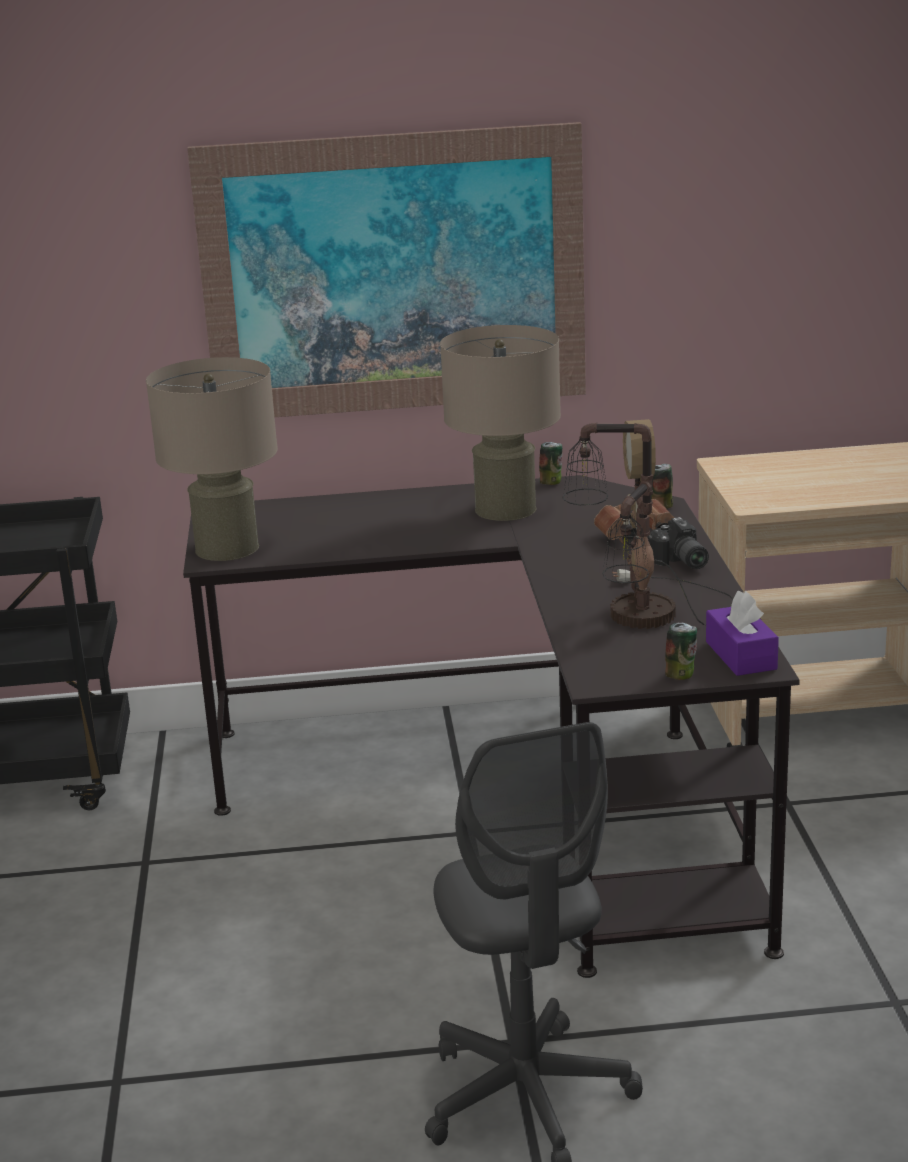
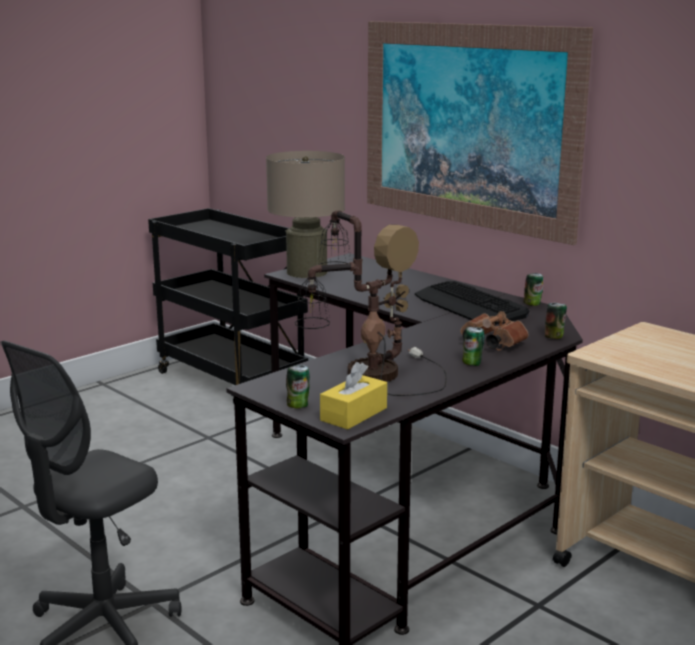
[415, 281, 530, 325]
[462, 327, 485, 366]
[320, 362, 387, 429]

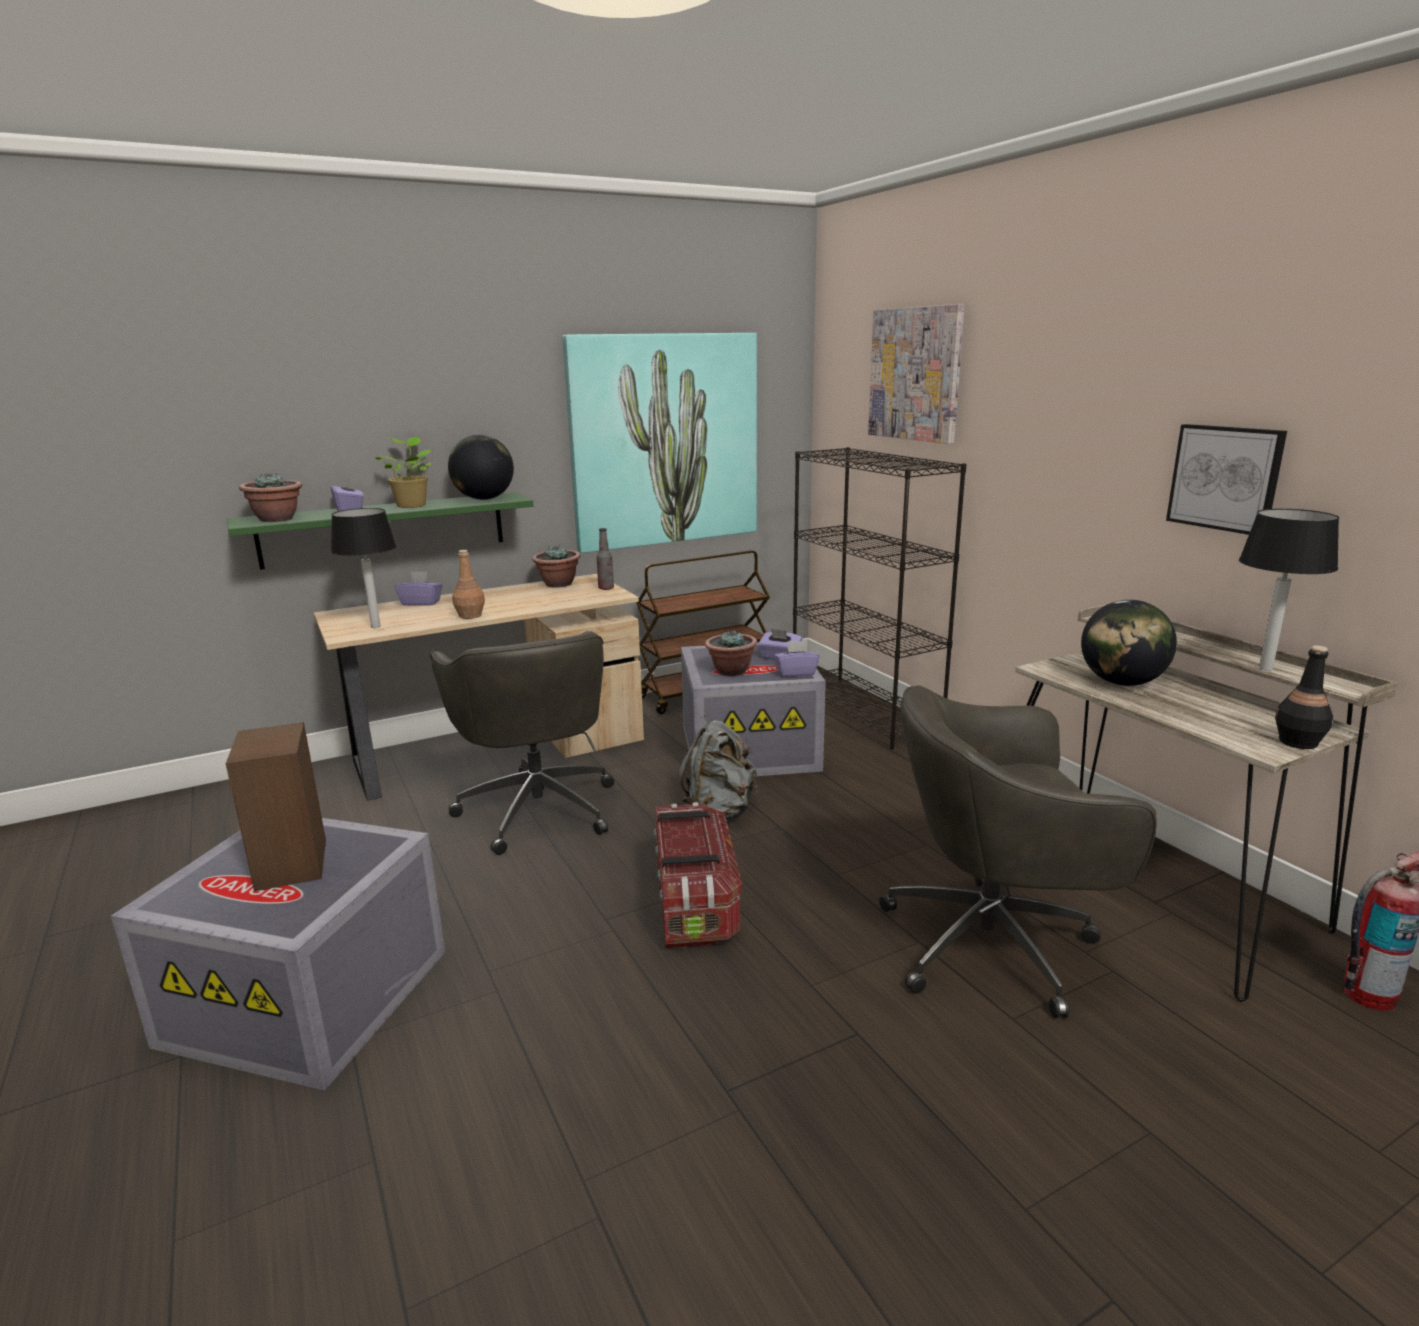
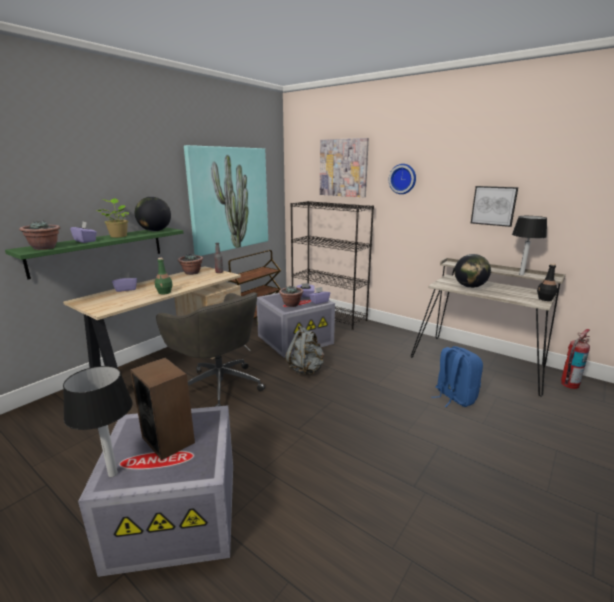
[63, 366, 133, 477]
[155, 258, 173, 294]
[654, 802, 742, 949] (first image)
[431, 346, 483, 407]
[389, 164, 416, 194]

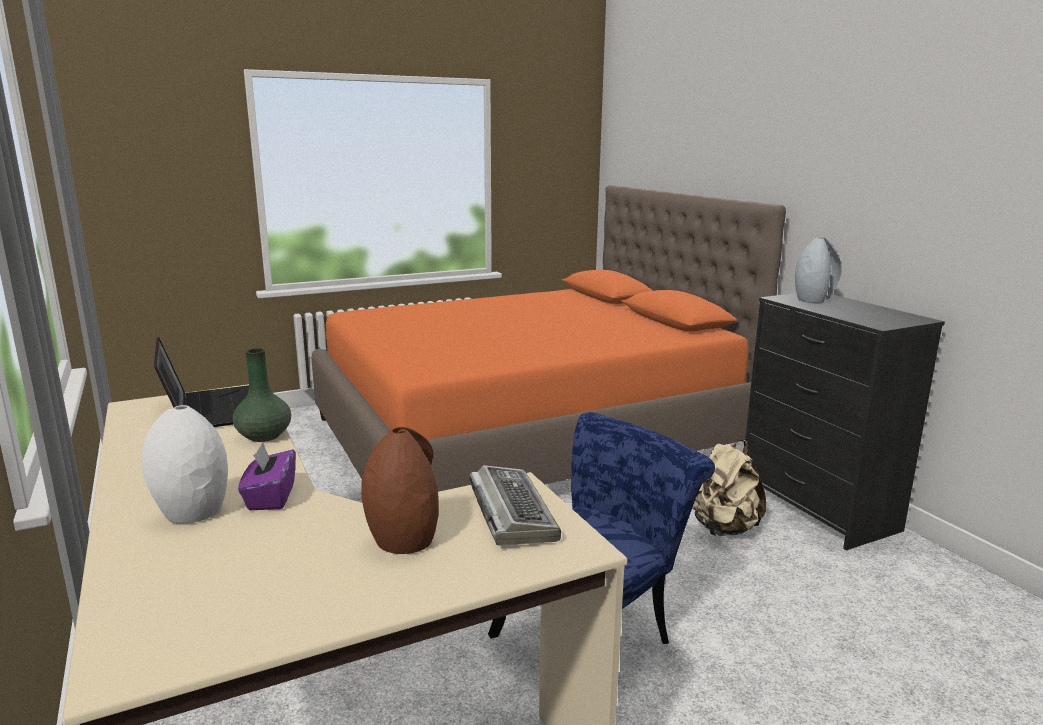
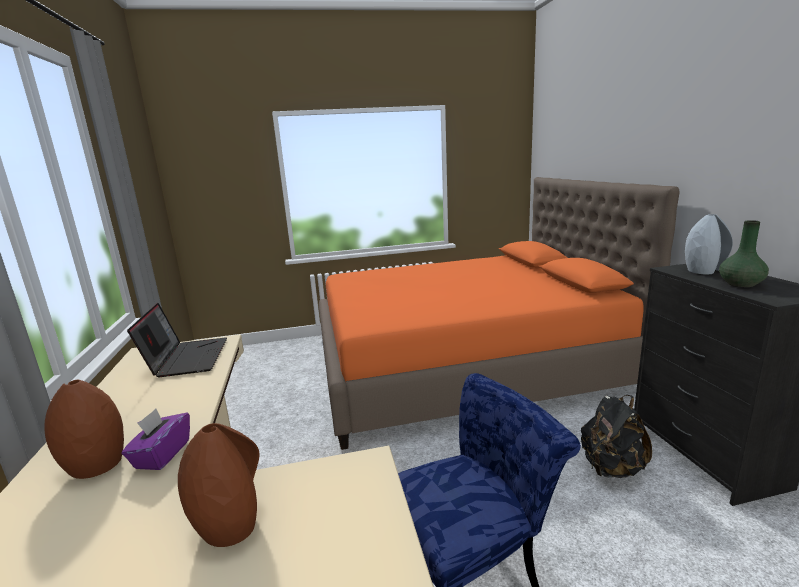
[44, 380, 124, 479]
[719, 220, 769, 287]
[469, 465, 561, 546] (first image)
[581, 395, 652, 478]

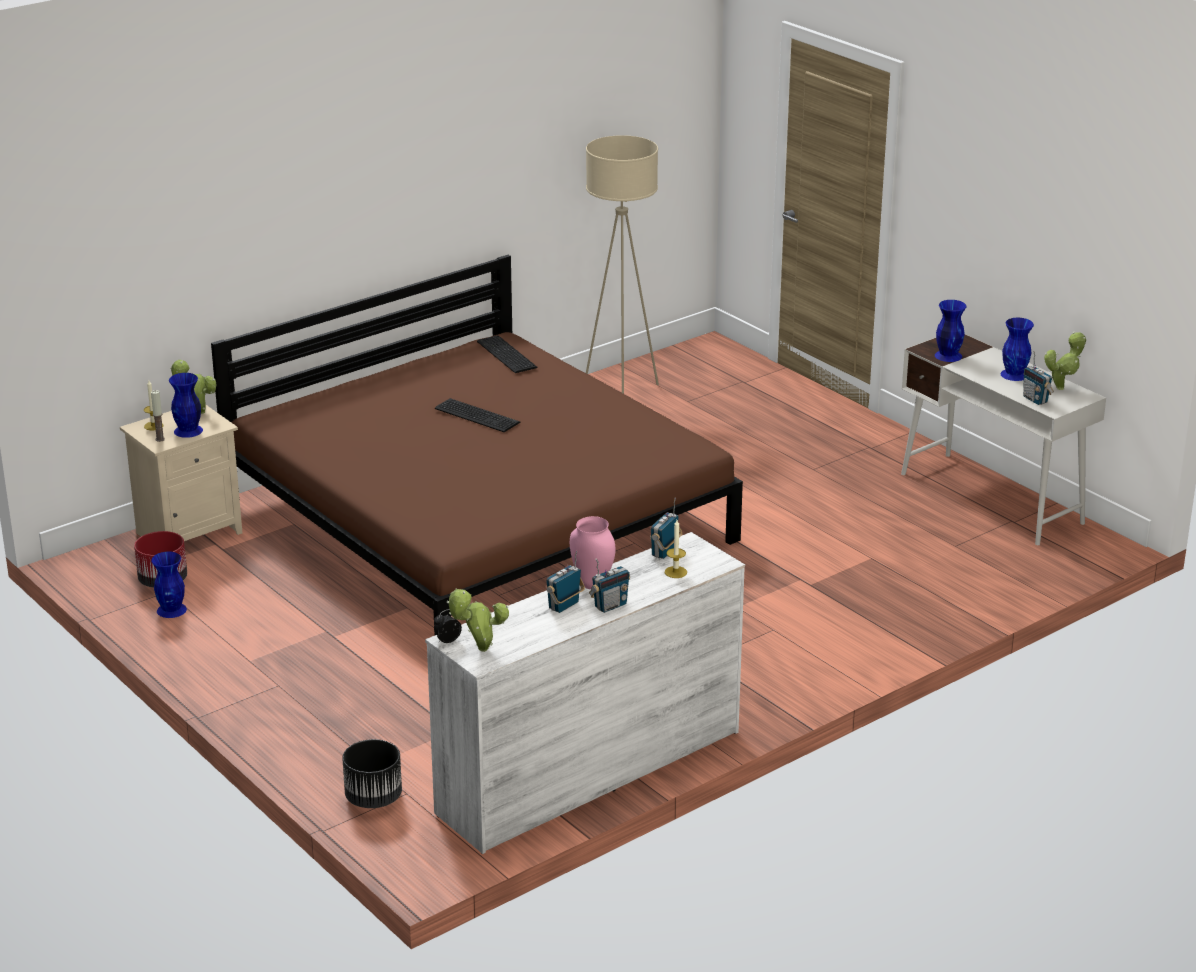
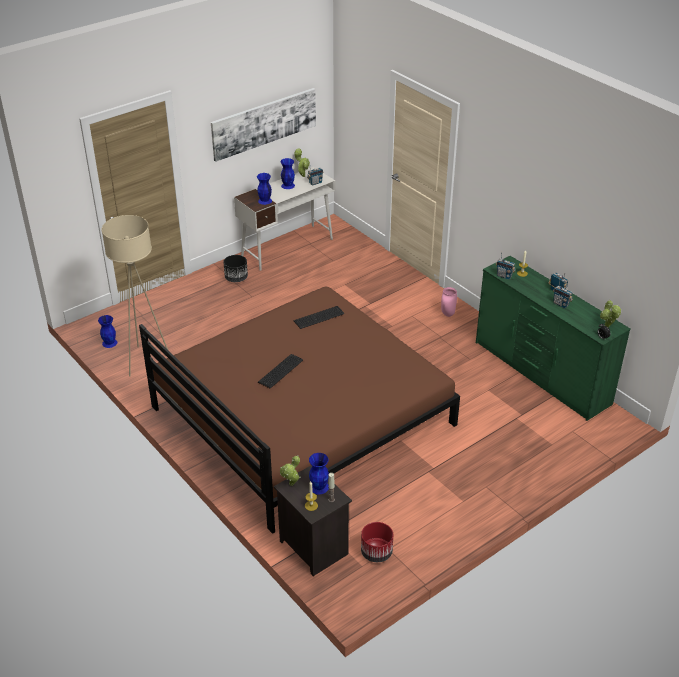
[274, 465, 352, 576]
[98, 315, 117, 348]
[223, 255, 248, 282]
[476, 256, 630, 421]
[294, 306, 344, 329]
[441, 287, 457, 317]
[211, 88, 316, 162]

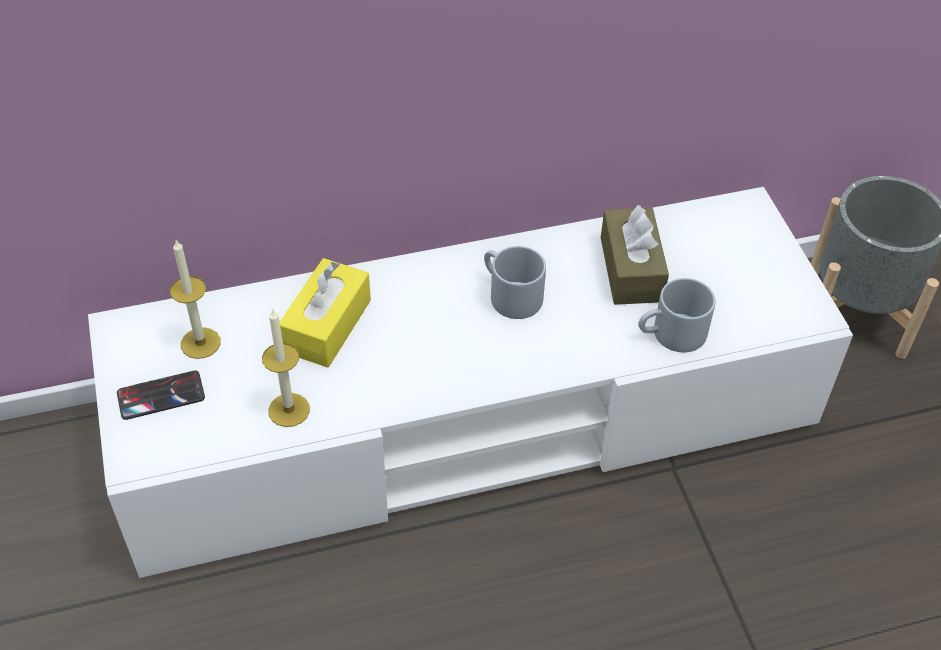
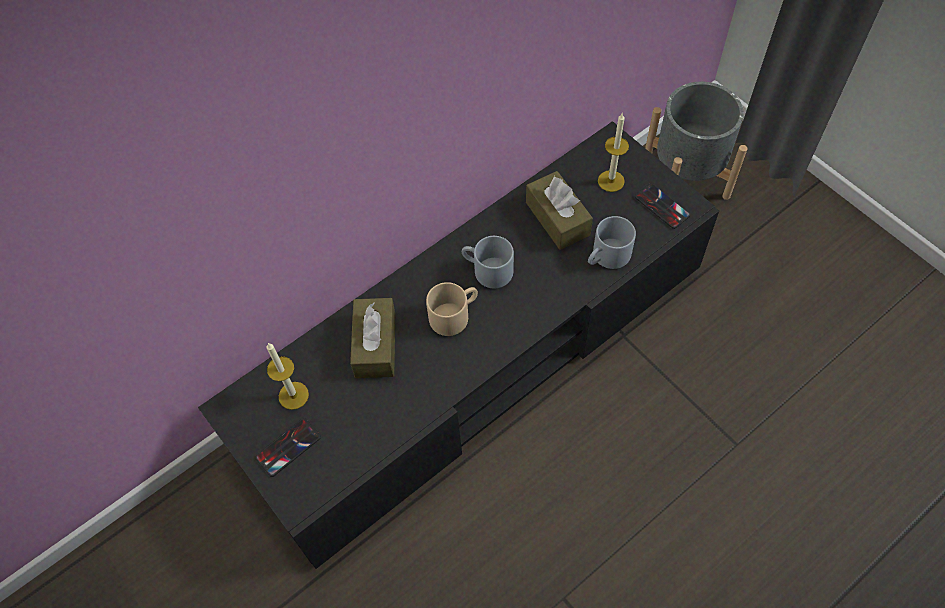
[198, 121, 719, 569]
[598, 114, 629, 192]
[350, 298, 395, 378]
[426, 282, 478, 336]
[635, 183, 691, 229]

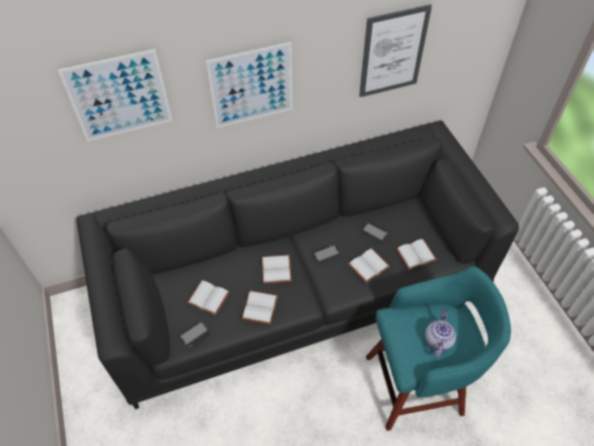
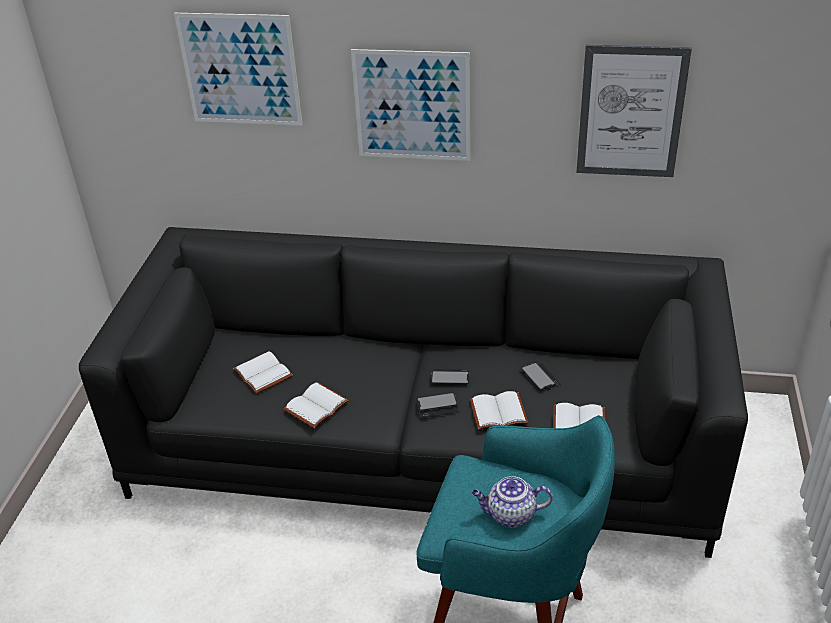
[416, 392, 459, 418]
[262, 255, 292, 284] (first image)
[472, 476, 553, 528]

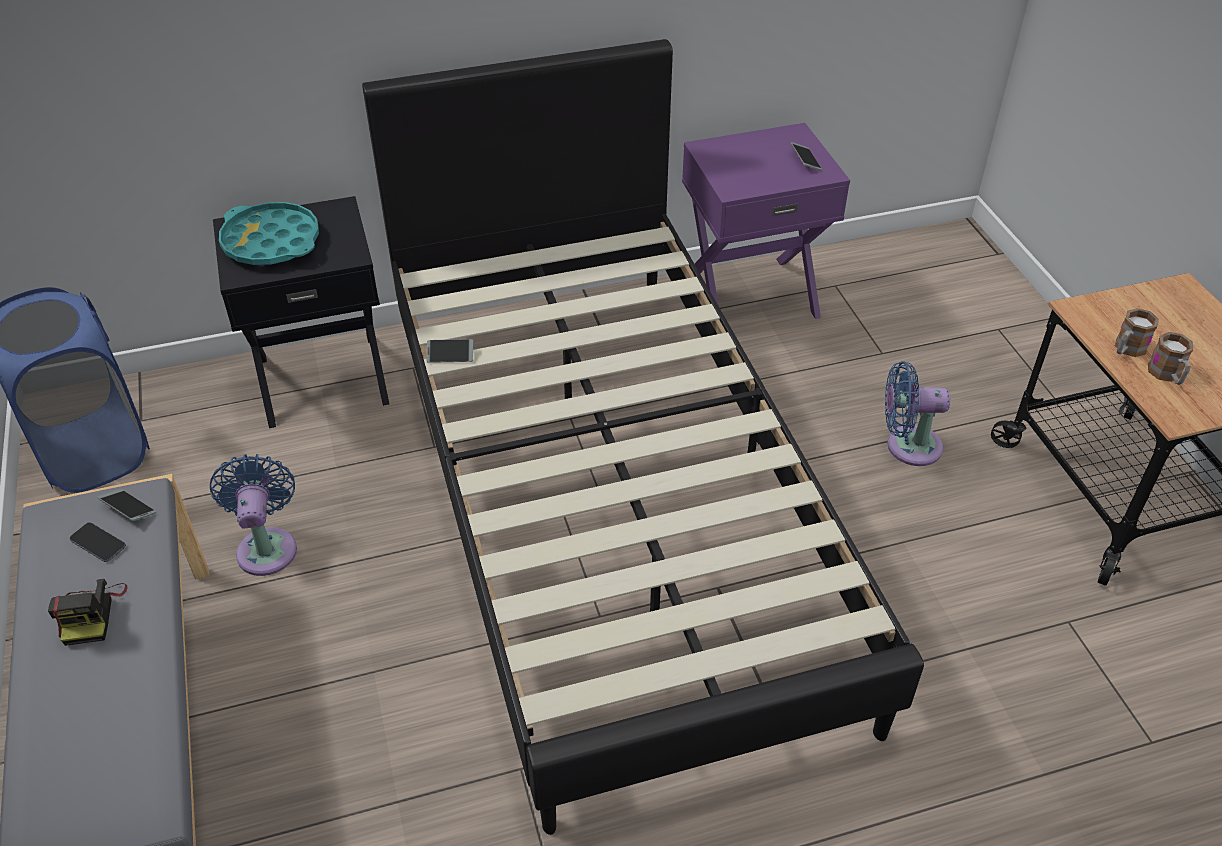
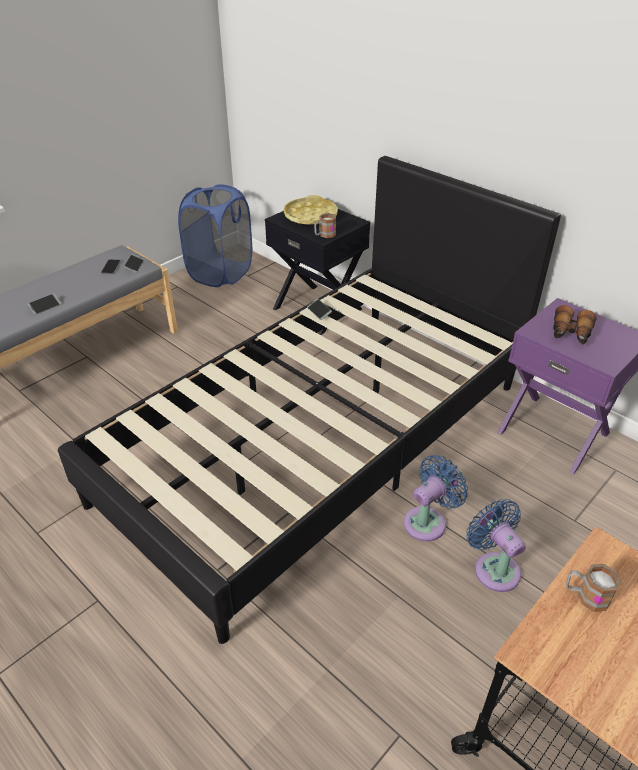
[48, 579, 128, 646] (first image)
[404, 455, 468, 541]
[284, 195, 338, 225]
[27, 293, 62, 315]
[314, 213, 336, 238]
[553, 305, 597, 344]

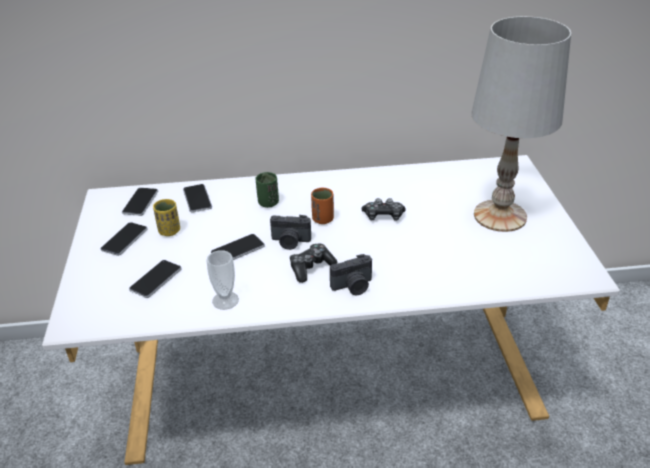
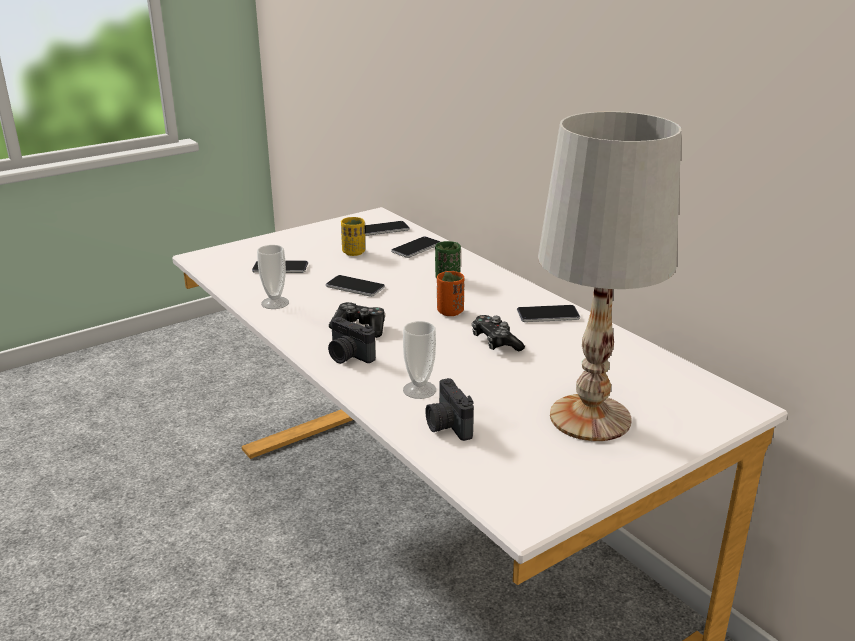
[517, 305, 580, 322]
[425, 378, 474, 441]
[403, 321, 436, 399]

